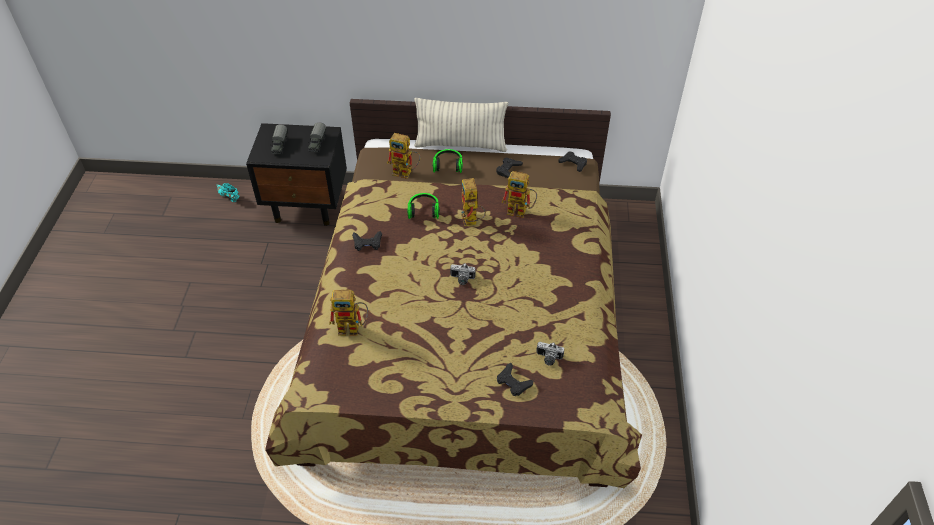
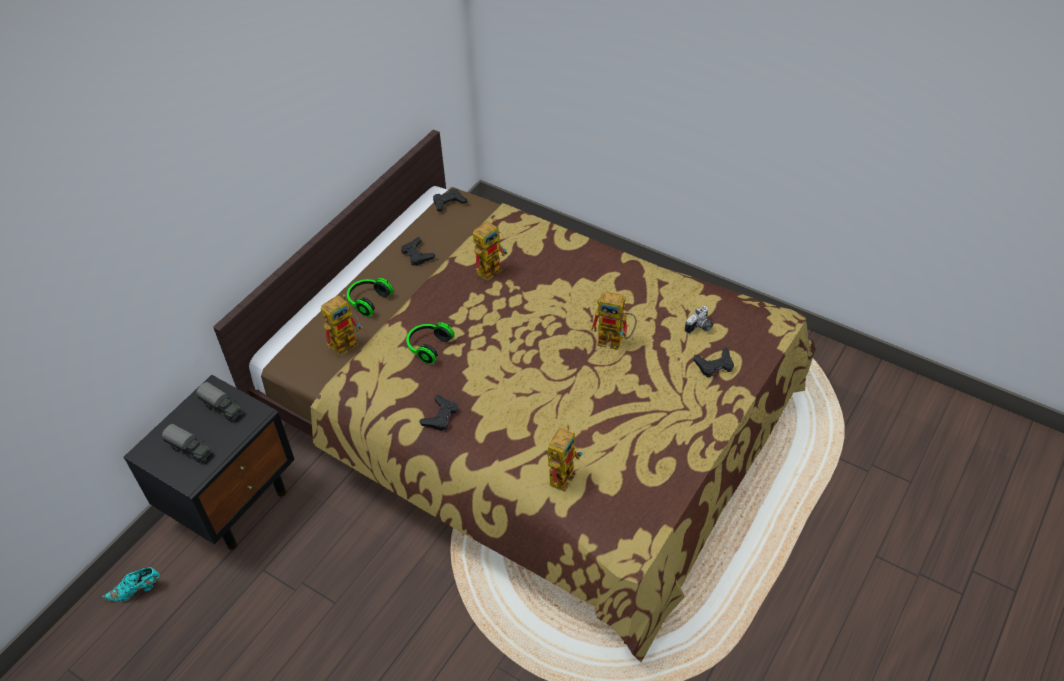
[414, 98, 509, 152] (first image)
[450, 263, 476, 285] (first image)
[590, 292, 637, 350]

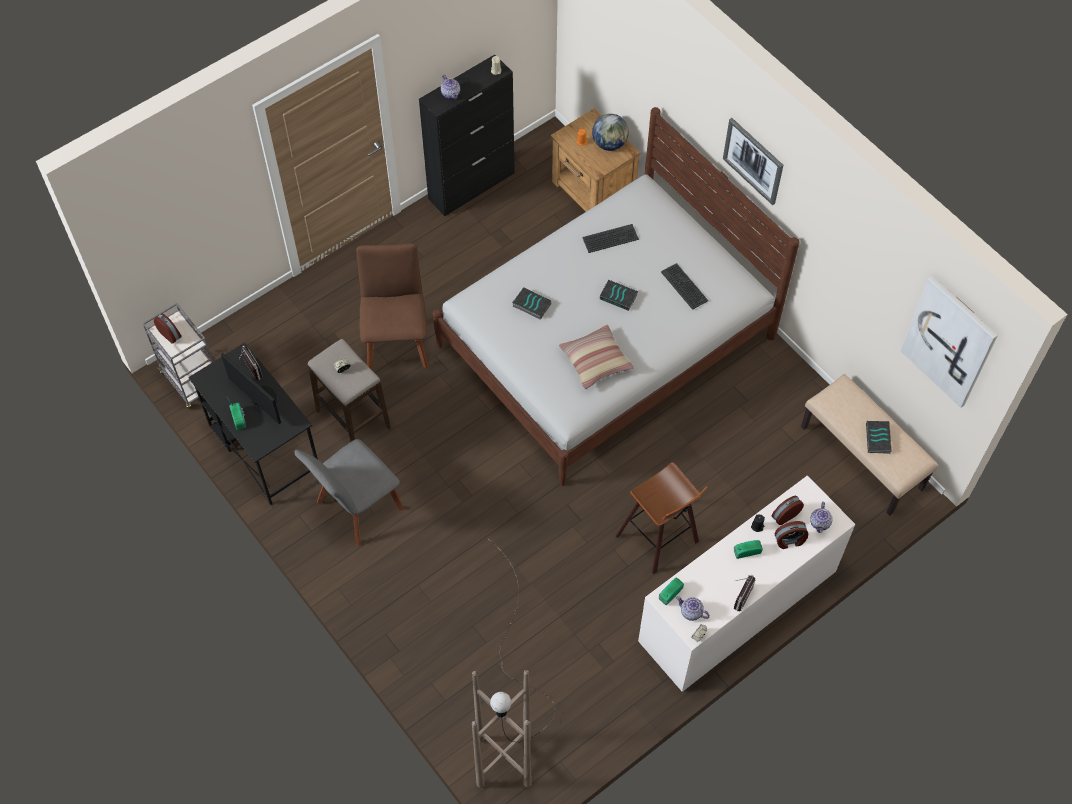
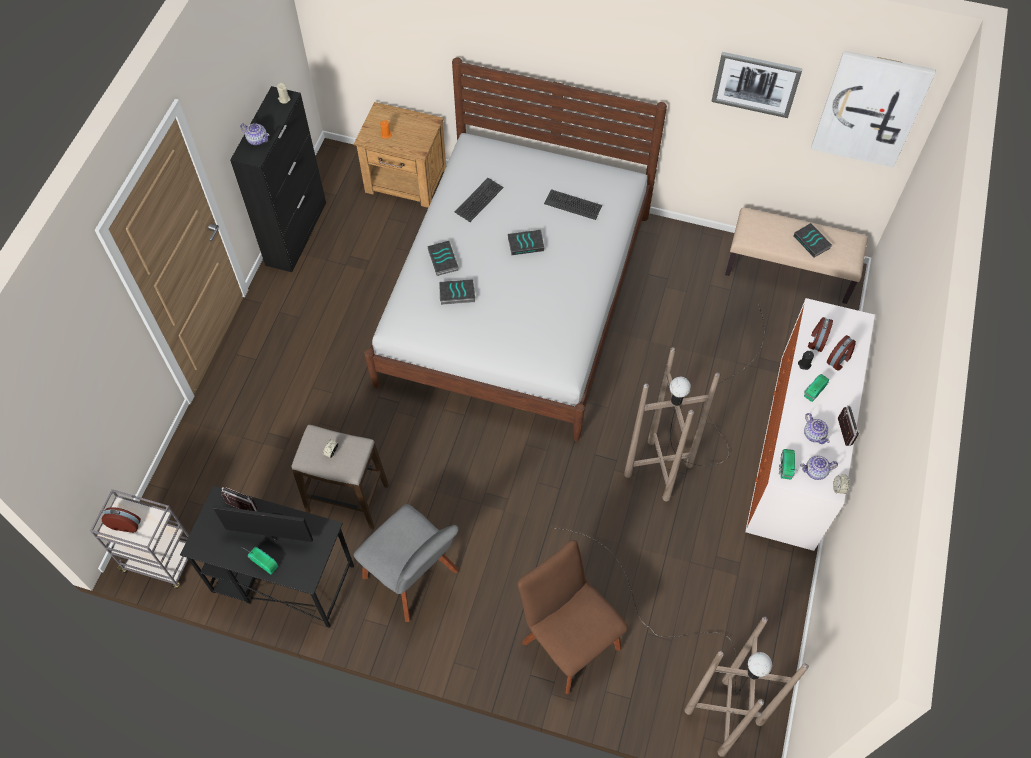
[354, 504, 458, 622]
[518, 540, 628, 694]
[559, 325, 634, 389] (first image)
[592, 114, 629, 151] (first image)
[624, 304, 765, 502]
[711, 52, 803, 118]
[804, 413, 830, 444]
[427, 241, 459, 276]

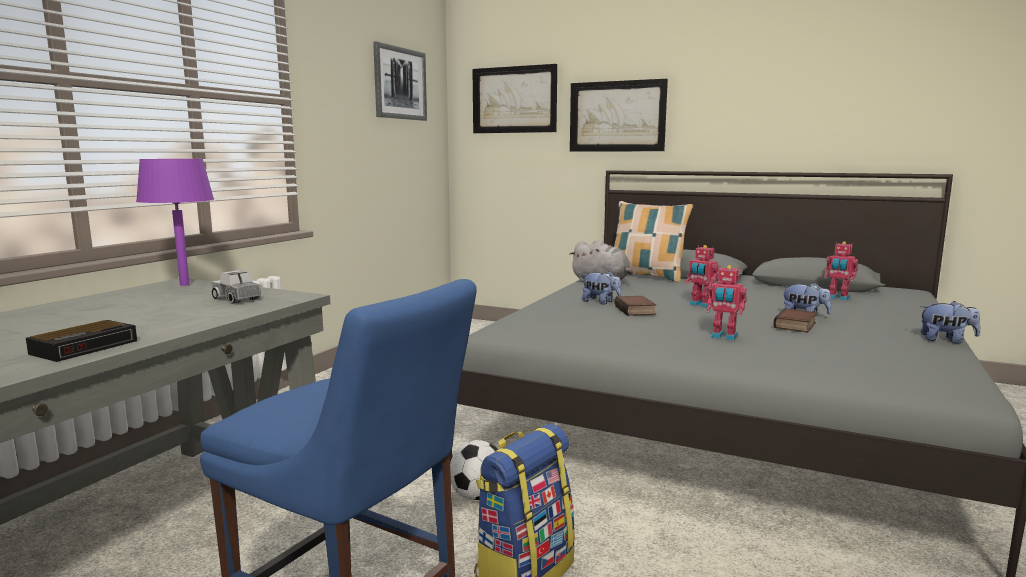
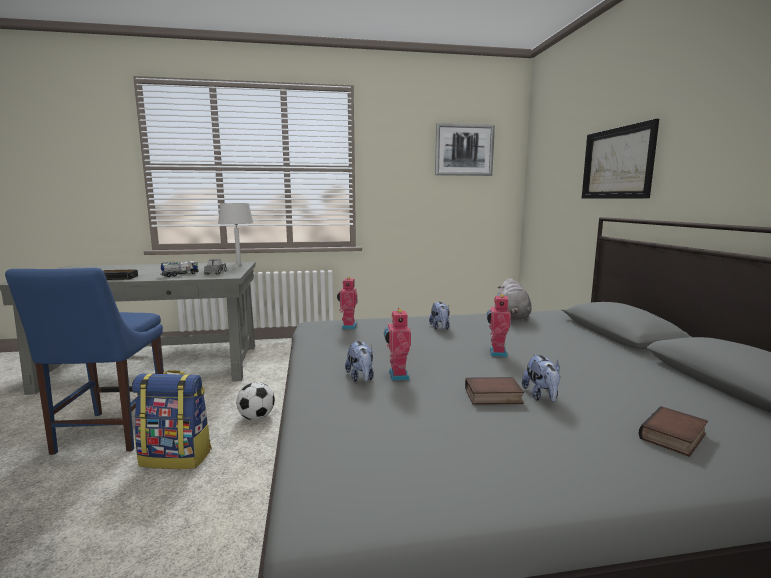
[218, 203, 254, 265]
[472, 64, 557, 133] (first image)
[614, 201, 693, 282] (first image)
[639, 406, 708, 457]
[337, 276, 357, 329]
[345, 340, 374, 382]
[160, 261, 199, 277]

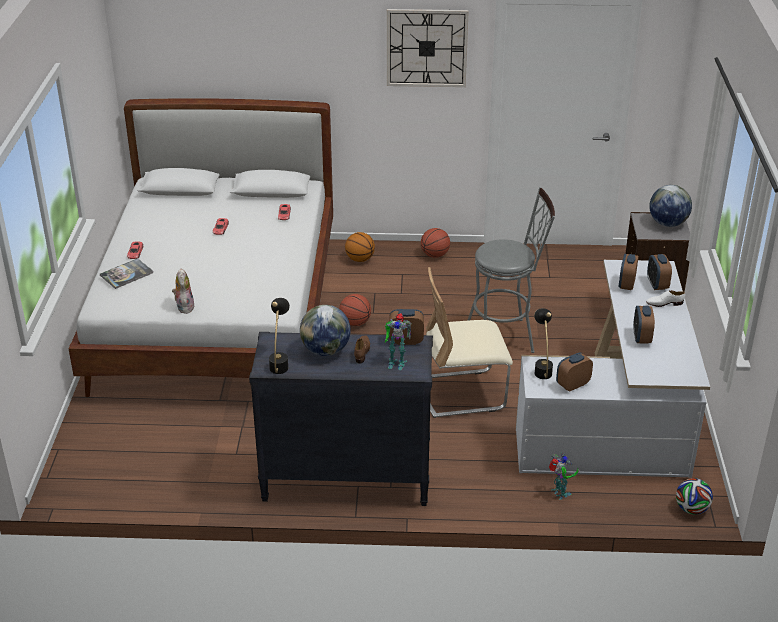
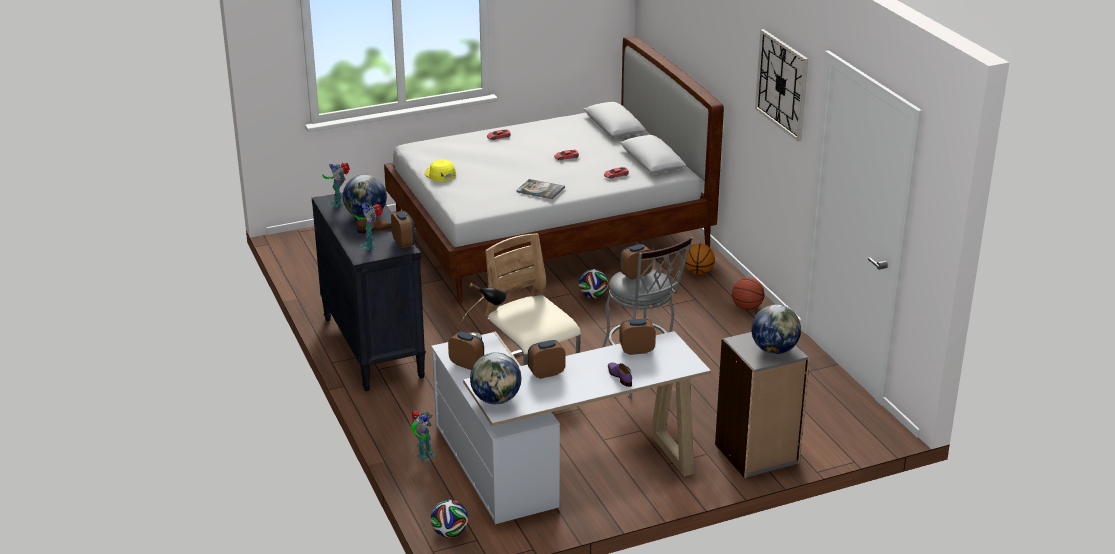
[516, 179, 565, 199]
[425, 159, 456, 182]
[323, 163, 350, 208]
[579, 269, 608, 299]
[608, 363, 632, 387]
[619, 244, 653, 280]
[470, 352, 521, 404]

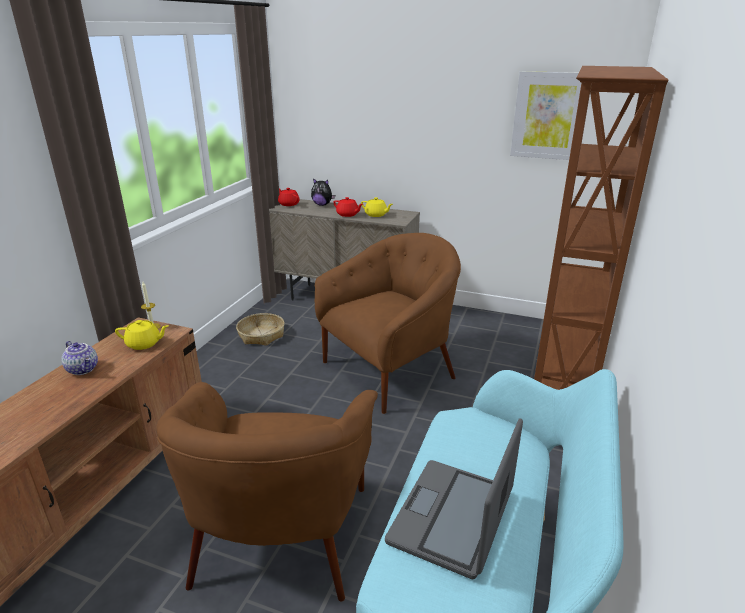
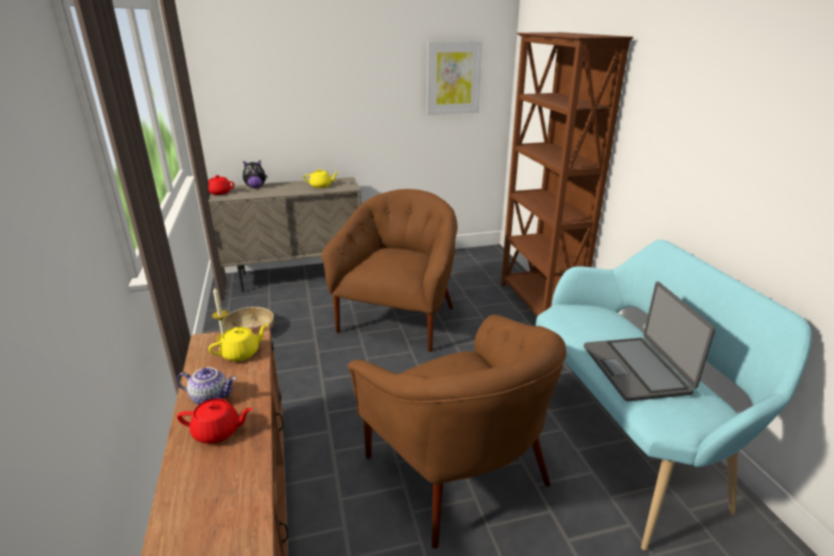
[177, 398, 252, 444]

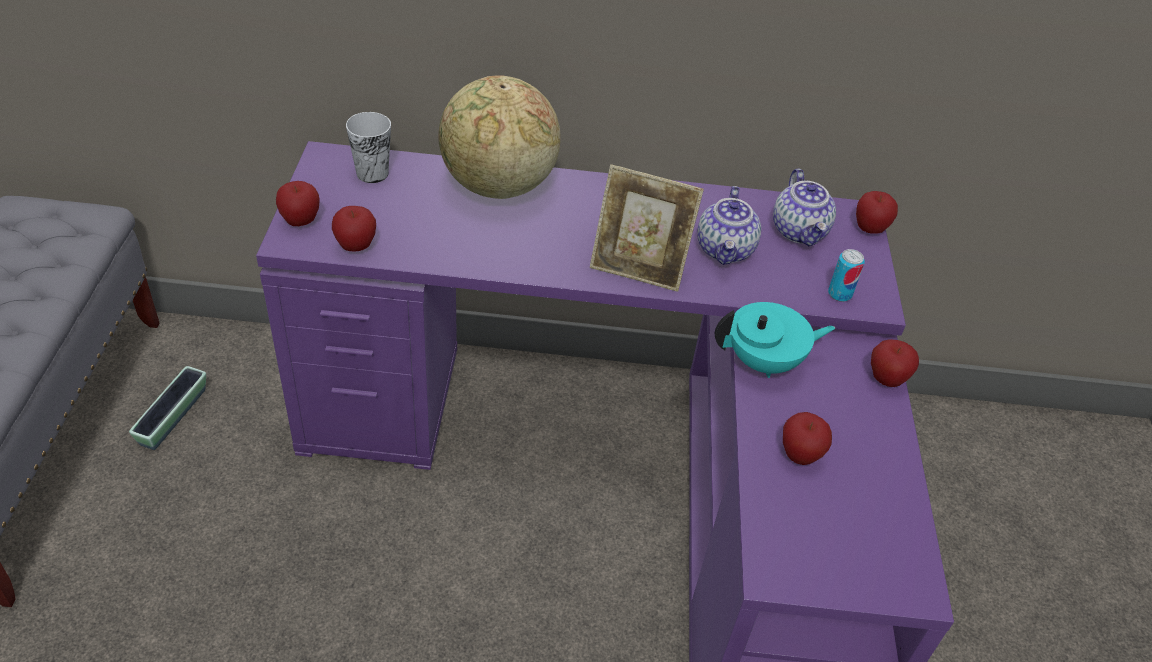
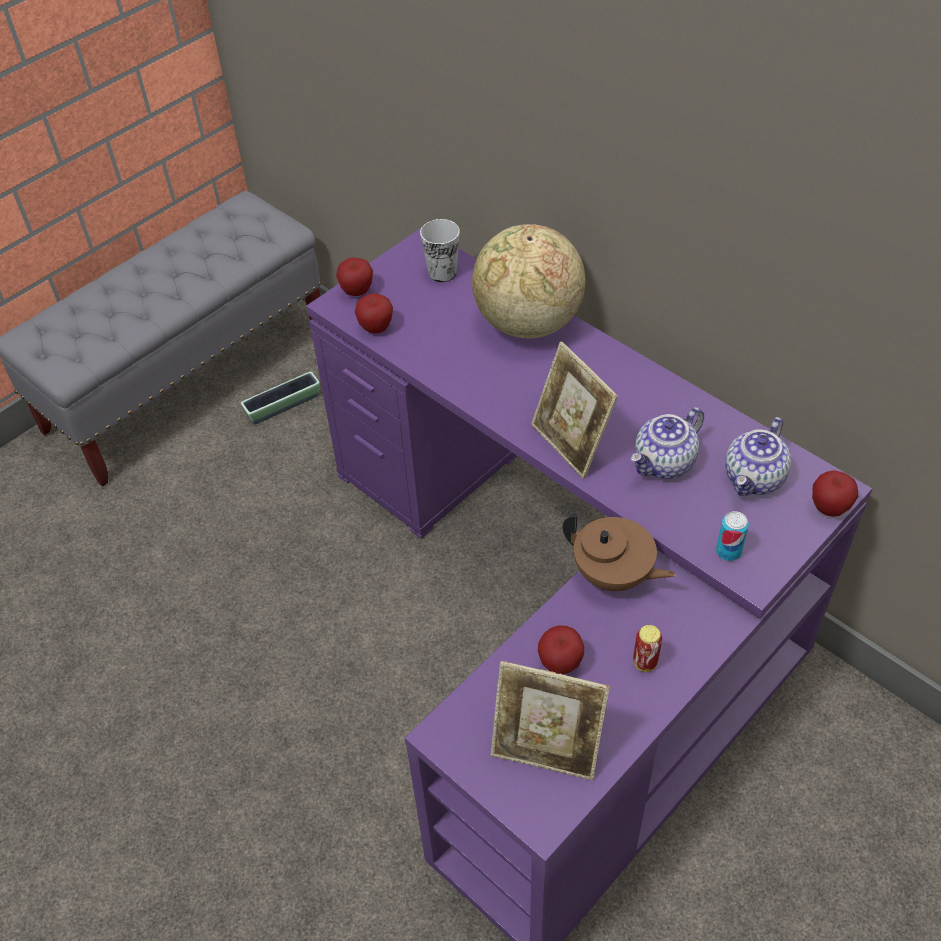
[563, 513, 676, 591]
[871, 339, 919, 387] (first image)
[491, 661, 610, 780]
[633, 625, 662, 672]

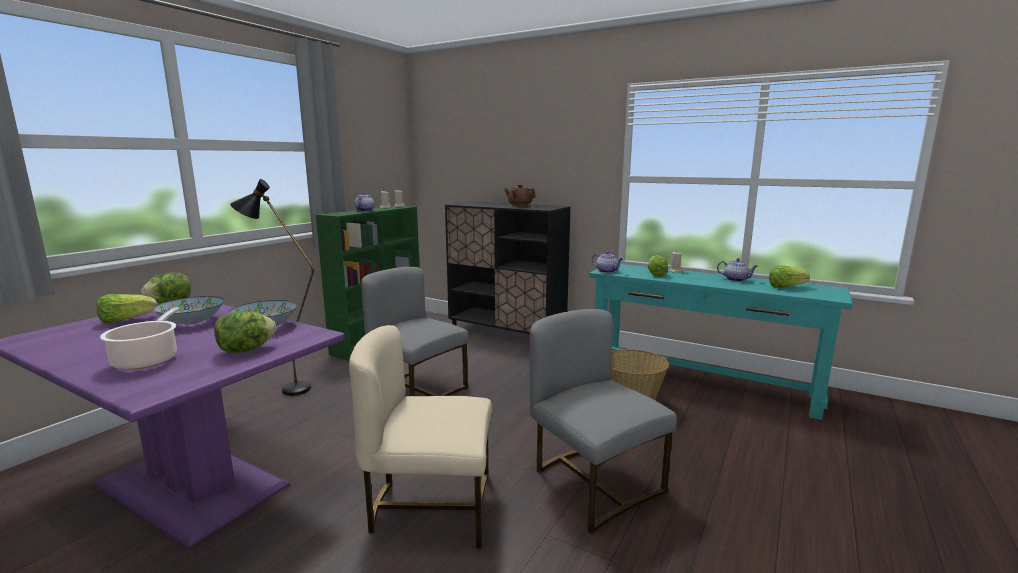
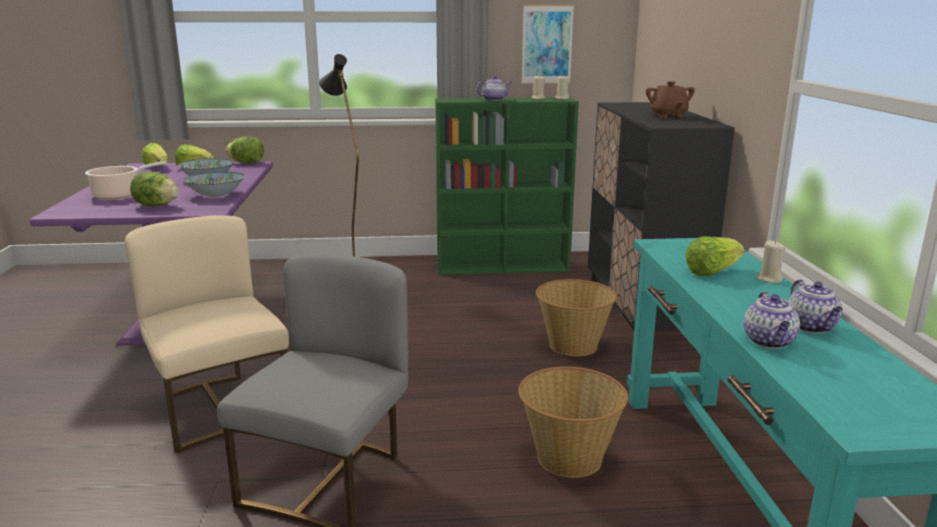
[361, 267, 469, 396] (first image)
[744, 291, 800, 349]
[142, 143, 168, 166]
[522, 5, 574, 84]
[536, 279, 617, 356]

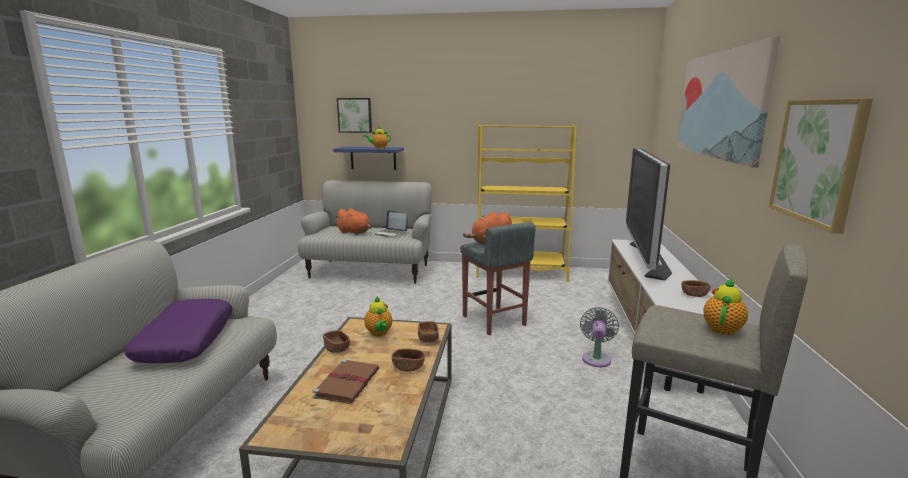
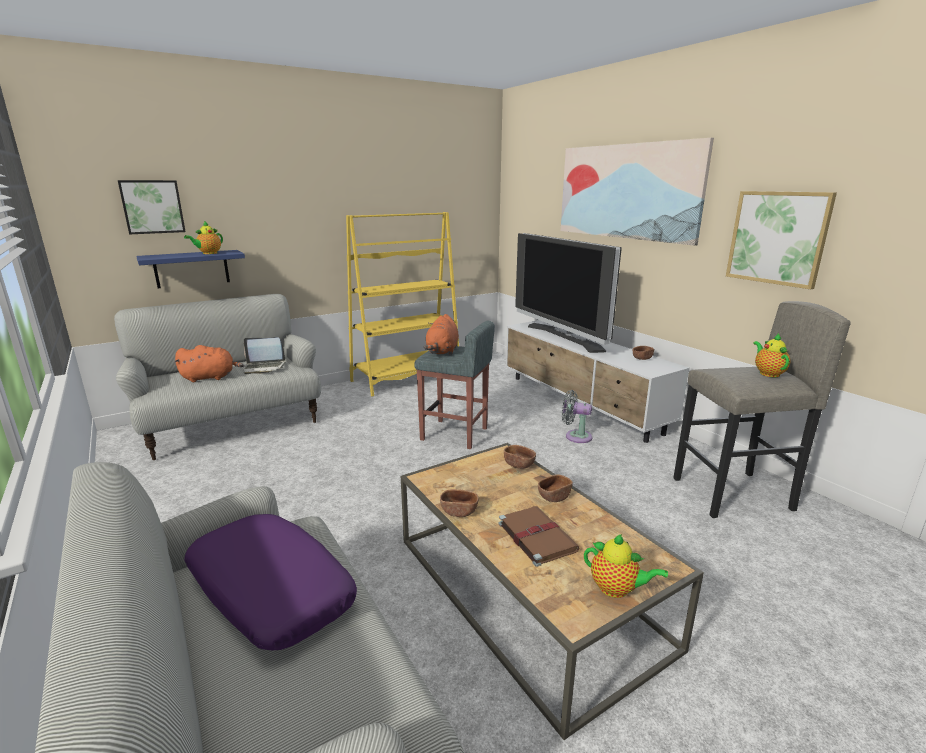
[584, 534, 668, 598]
[562, 390, 592, 443]

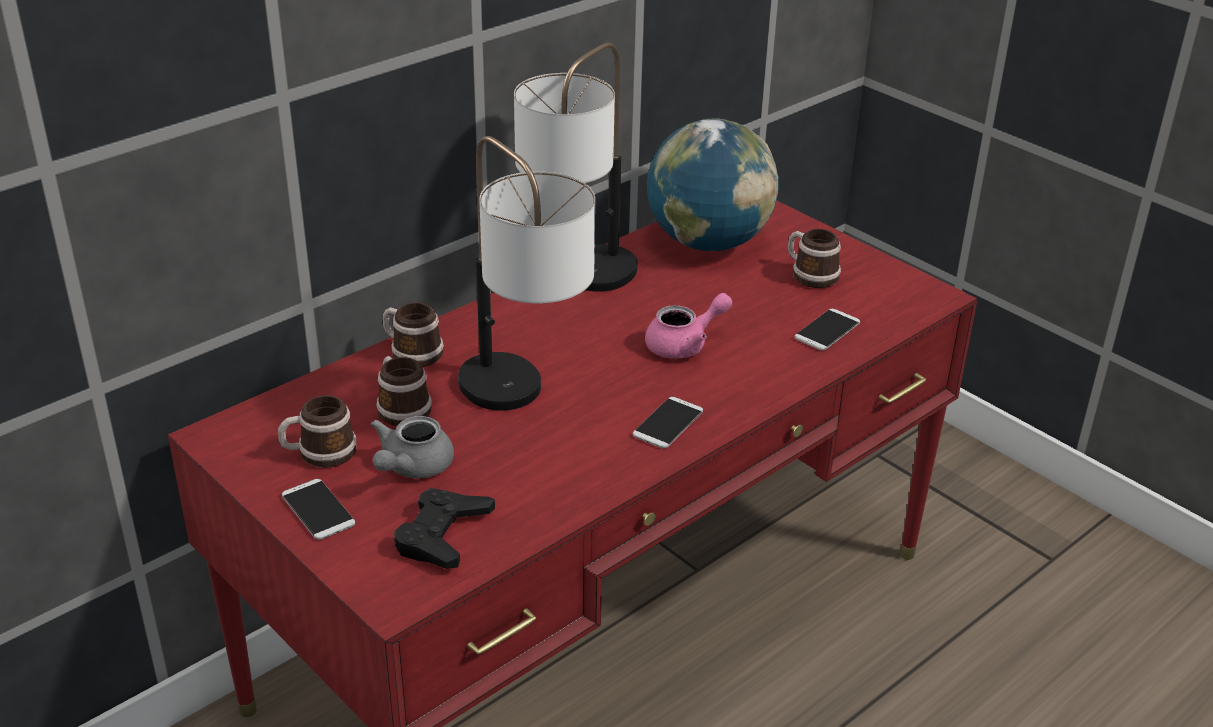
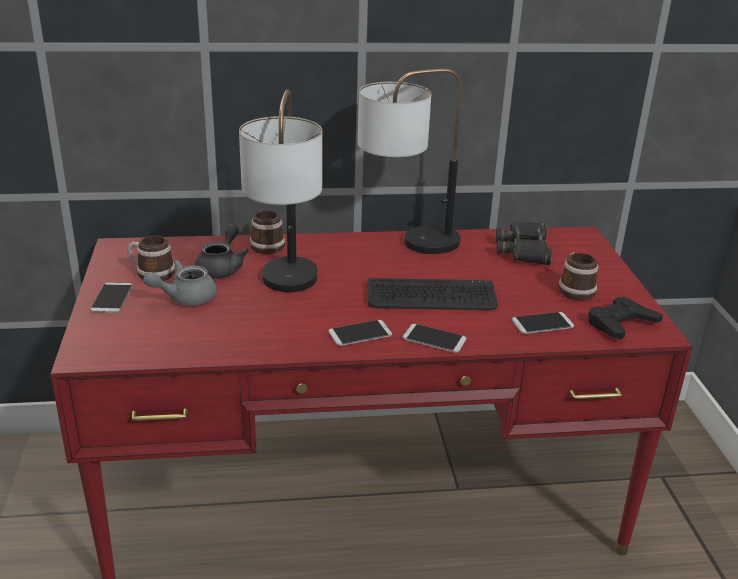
[195, 224, 249, 279]
[588, 297, 663, 340]
[367, 278, 497, 310]
[496, 221, 552, 265]
[403, 324, 466, 353]

